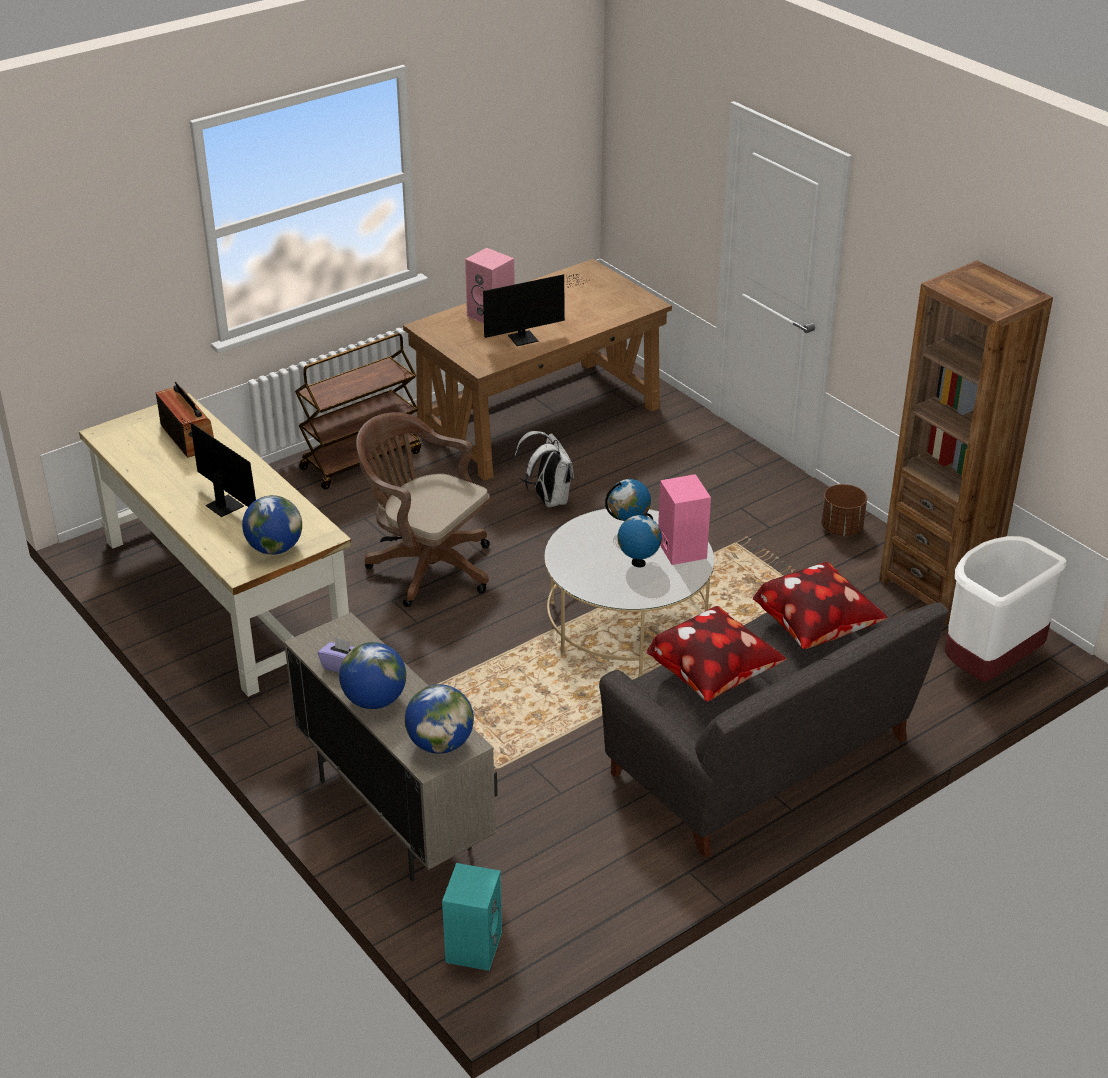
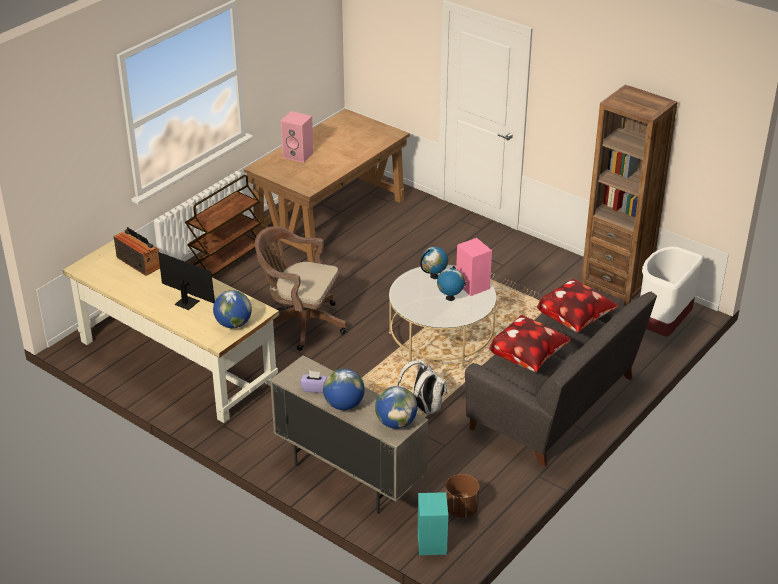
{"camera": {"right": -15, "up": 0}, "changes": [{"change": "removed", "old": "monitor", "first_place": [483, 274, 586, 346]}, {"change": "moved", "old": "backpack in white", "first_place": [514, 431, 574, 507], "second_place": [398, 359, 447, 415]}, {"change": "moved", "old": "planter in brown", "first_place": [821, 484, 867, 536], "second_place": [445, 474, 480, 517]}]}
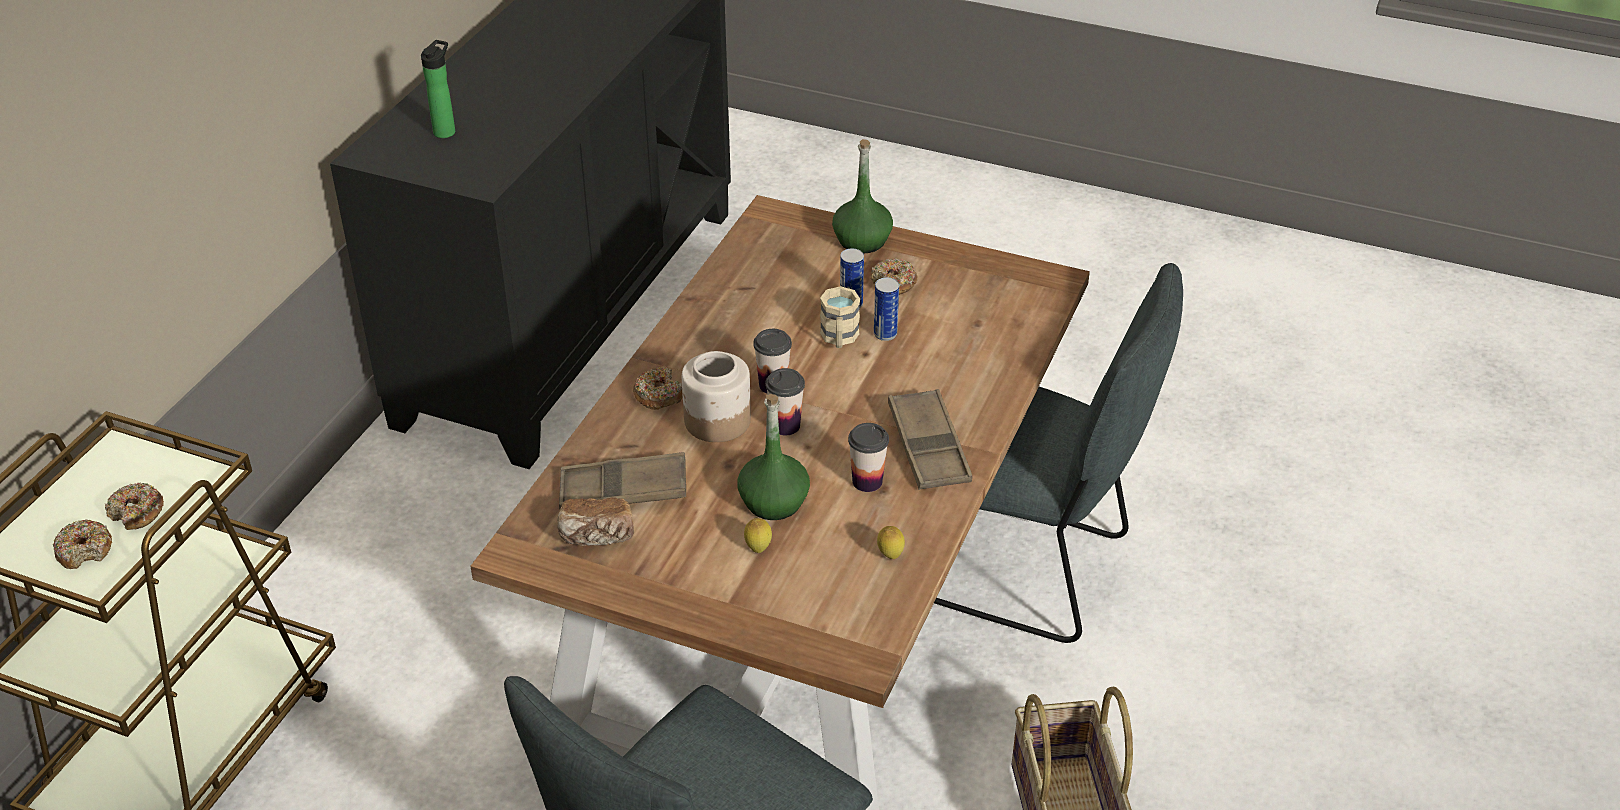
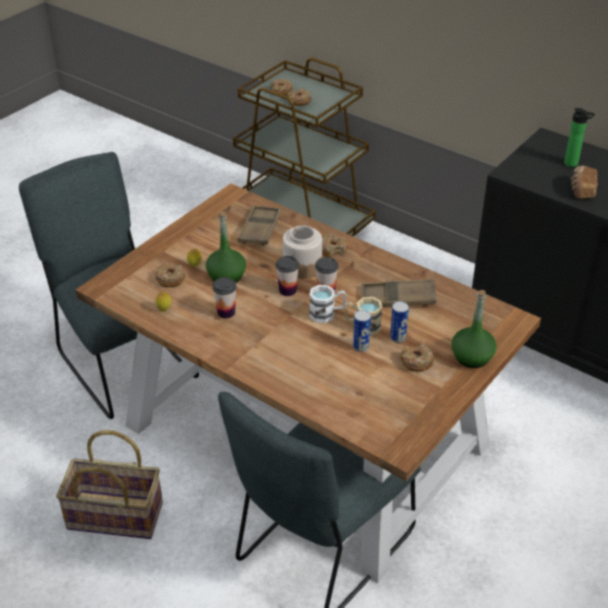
{"camera": {"right": 105, "up": 0}, "changes": [{"change": "added", "new": "donut", "second_place": [155, 263, 186, 287]}, {"change": "added", "new": "mug in white", "second_place": [309, 285, 346, 323]}, {"change": "moved", "old": "bread", "first_place": [557, 497, 634, 546], "second_place": [571, 166, 598, 199]}, {"change": "moved", "old": "tray in brown", "first_place": [888, 389, 972, 490], "second_place": [362, 279, 436, 307]}]}
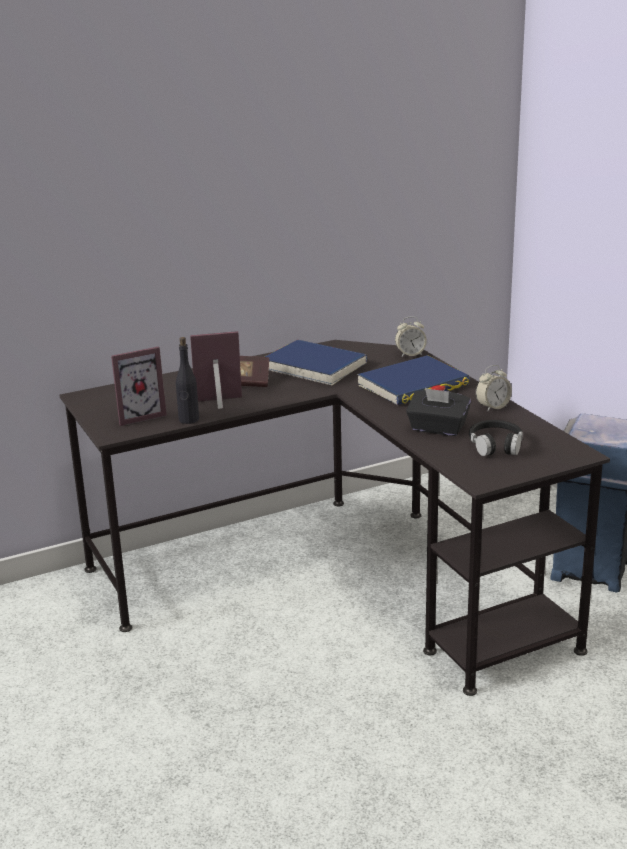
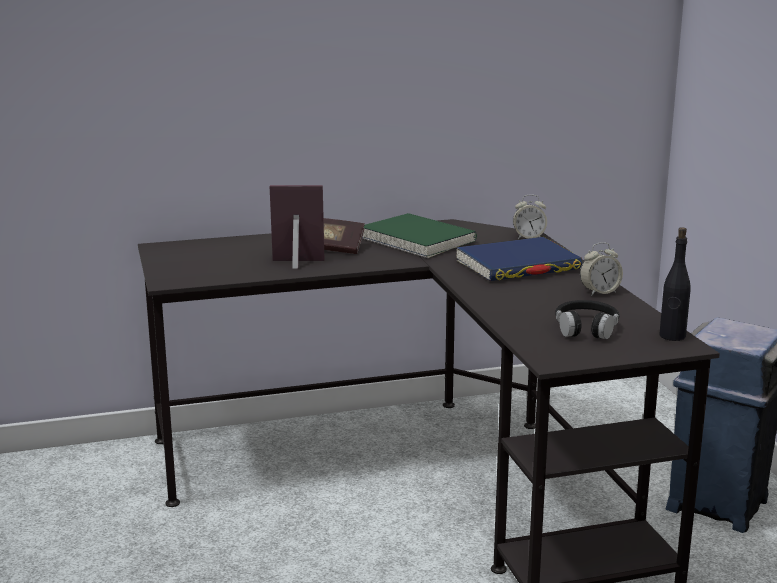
{"camera": {"right": 10, "up": -5}, "changes": [{"change": "removed", "old": "picture frame", "first_place": [111, 347, 167, 426]}, {"change": "removed", "old": "tissue box in black", "first_place": [406, 388, 471, 436]}, {"change": "moved", "old": "bottle in black", "first_place": [176, 337, 199, 424], "second_place": [659, 227, 691, 341]}, {"change": "recoloured", "old": "book in blue", "new": "book in green", "first_place": [265, 340, 367, 385], "second_place": [362, 213, 477, 258]}]}
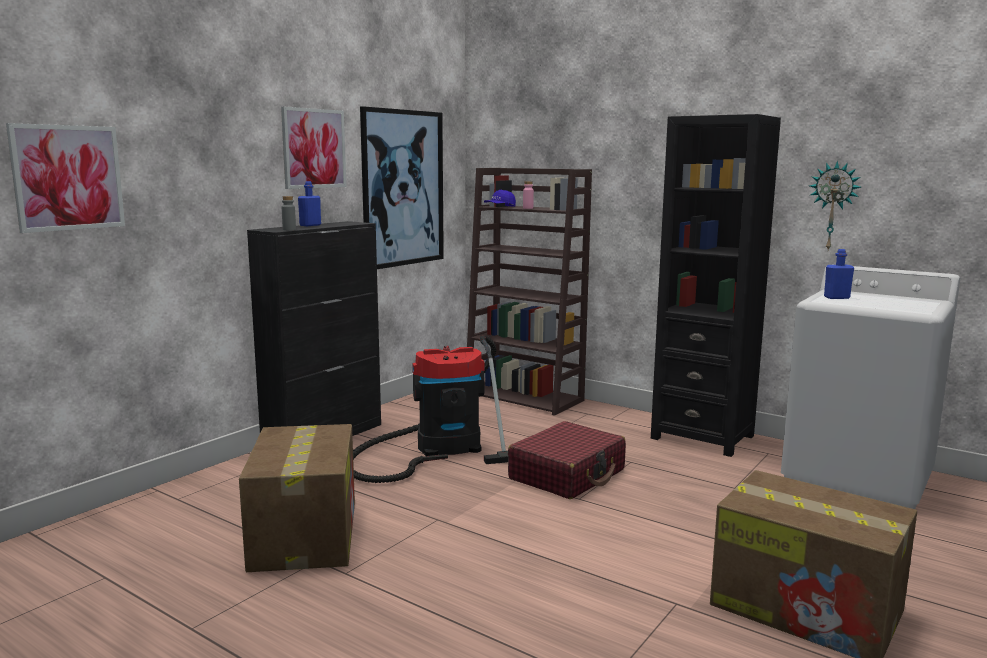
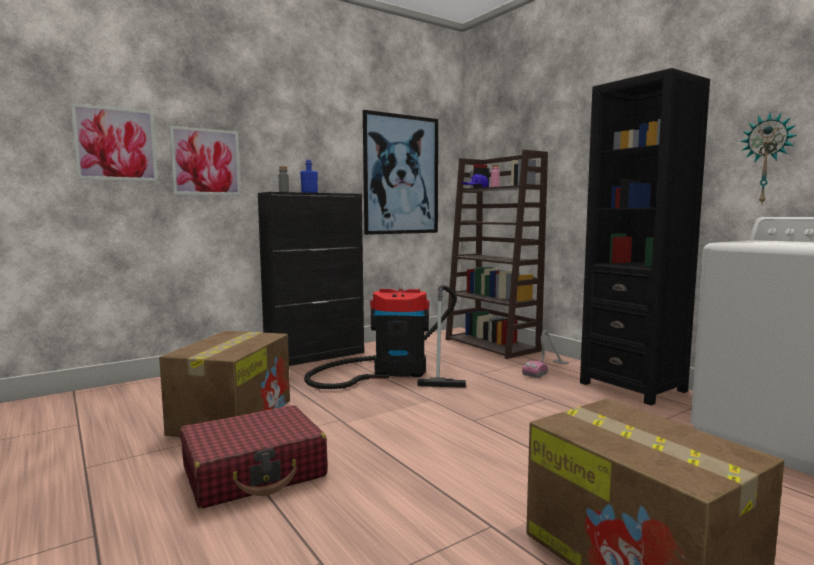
{"camera": {"right": 20, "up": -5}, "changes": [{"change": "removed", "old": "bottle in blue", "first_place": [824, 249, 854, 299]}, {"change": "added", "new": "vacuum cleaner", "second_place": [522, 330, 569, 378]}, {"change": "moved", "old": "picture", "first_place": [281, 106, 346, 189], "second_place": [169, 126, 241, 196]}, {"change": "moved", "old": "suitcase in red", "first_place": [508, 421, 626, 499], "second_place": [180, 405, 328, 509]}]}
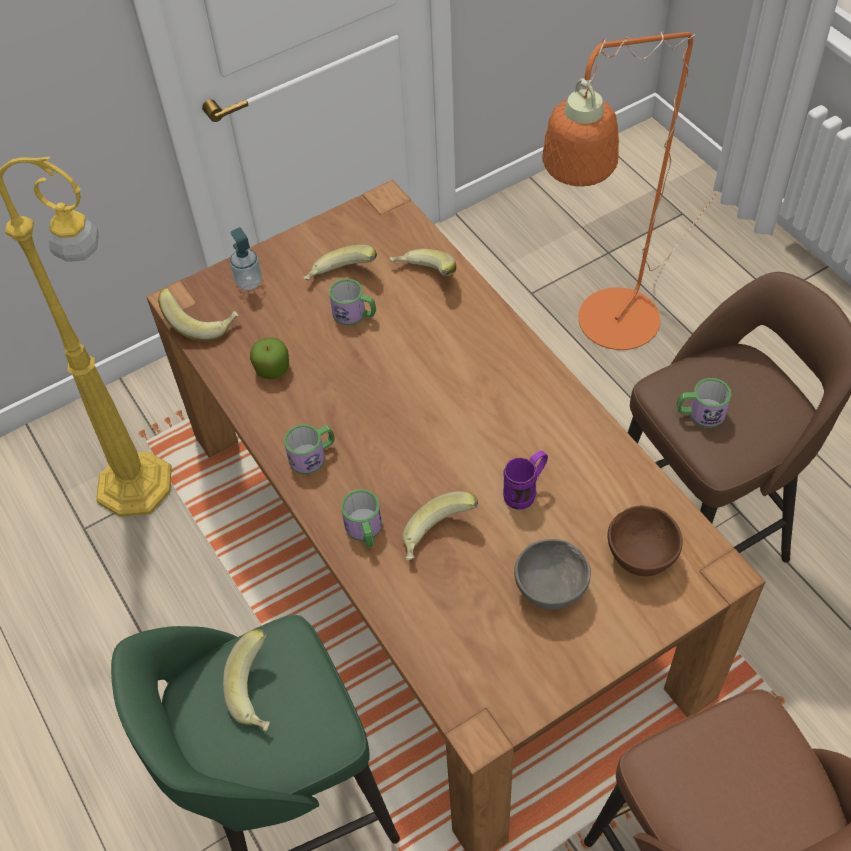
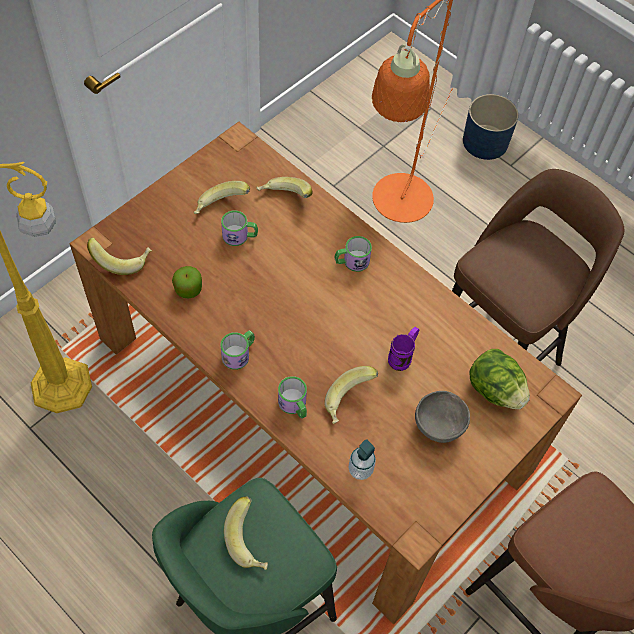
{"camera": {"right": -20, "up": 5}, "changes": [{"change": "added", "new": "planter in blue", "second_place": [463, 94, 519, 160]}, {"change": "moved", "old": "soap dispenser", "first_place": [230, 227, 262, 290], "second_place": [348, 439, 376, 480]}, {"change": "moved", "old": "mug", "first_place": [677, 378, 731, 428], "second_place": [335, 236, 372, 272]}, {"change": "replaced", "old": "bowl in brown", "new": "lettuce", "first_place": [608, 506, 683, 576], "second_place": [470, 349, 530, 409]}]}
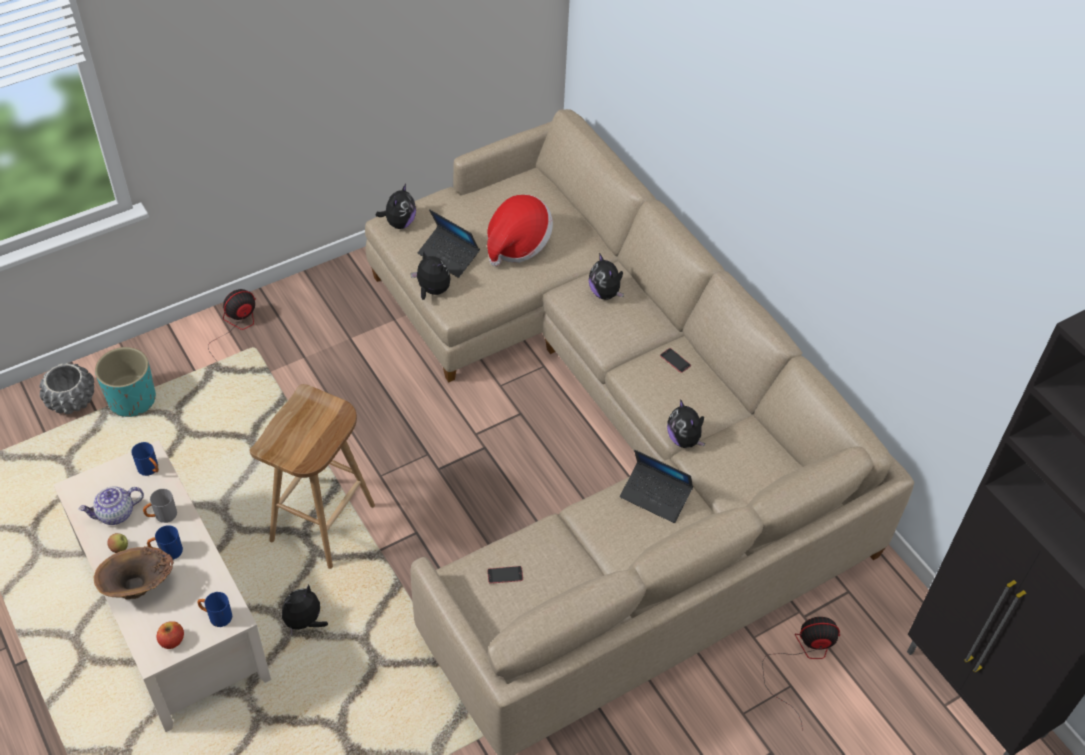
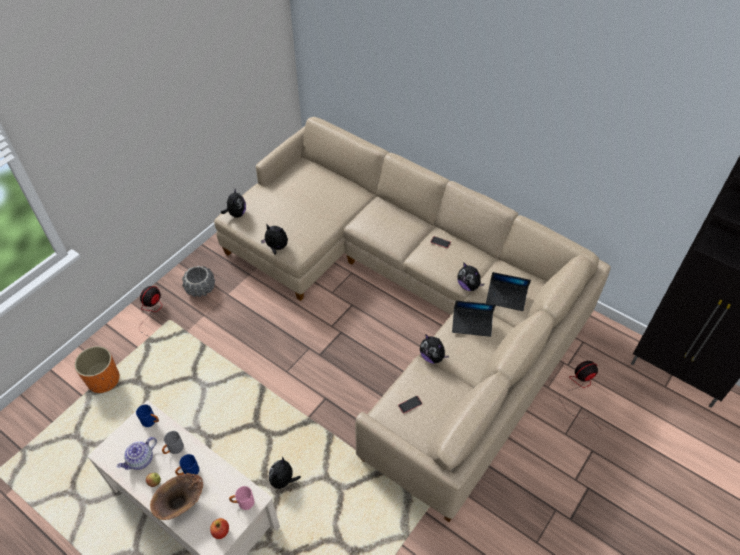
{"camera": {"right": -20, "up": 0}, "changes": [{"change": "removed", "old": "stool in brown", "first_place": [250, 384, 375, 569]}, {"change": "removed", "old": "hat", "first_place": [487, 195, 553, 266]}, {"change": "moved", "old": "planter in grey", "first_place": [39, 363, 94, 414], "second_place": [182, 266, 215, 297]}, {"change": "moved", "old": "laptop", "first_place": [418, 209, 480, 278], "second_place": [486, 272, 531, 311]}, {"change": "moved", "old": "plush toy", "first_place": [589, 253, 624, 300], "second_place": [420, 334, 449, 364]}, {"change": "recoloured", "old": "planter in turquoise", "new": "planter in orange", "first_place": [95, 347, 156, 417], "second_place": [74, 346, 120, 393]}, {"change": "recoloured", "old": "mug in blue", "new": "mug in pink", "first_place": [197, 592, 232, 627], "second_place": [229, 486, 254, 510]}]}
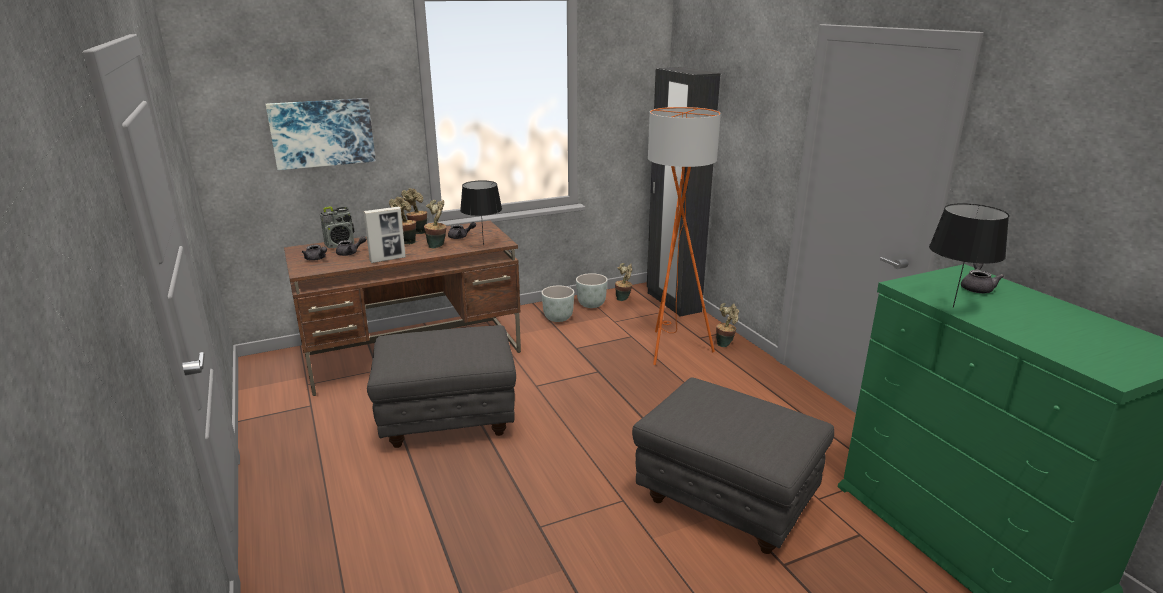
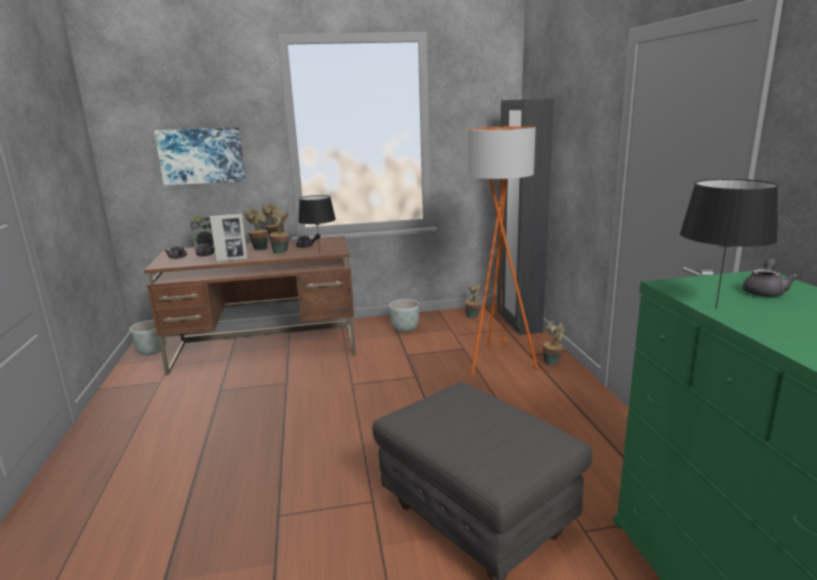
{"camera": {"right": 15, "up": -5}, "changes": [{"change": "removed", "old": "ottoman in grey", "first_place": [367, 325, 516, 448]}, {"change": "moved", "old": "planter in grey", "first_place": [576, 273, 607, 308], "second_place": [129, 320, 166, 355]}]}
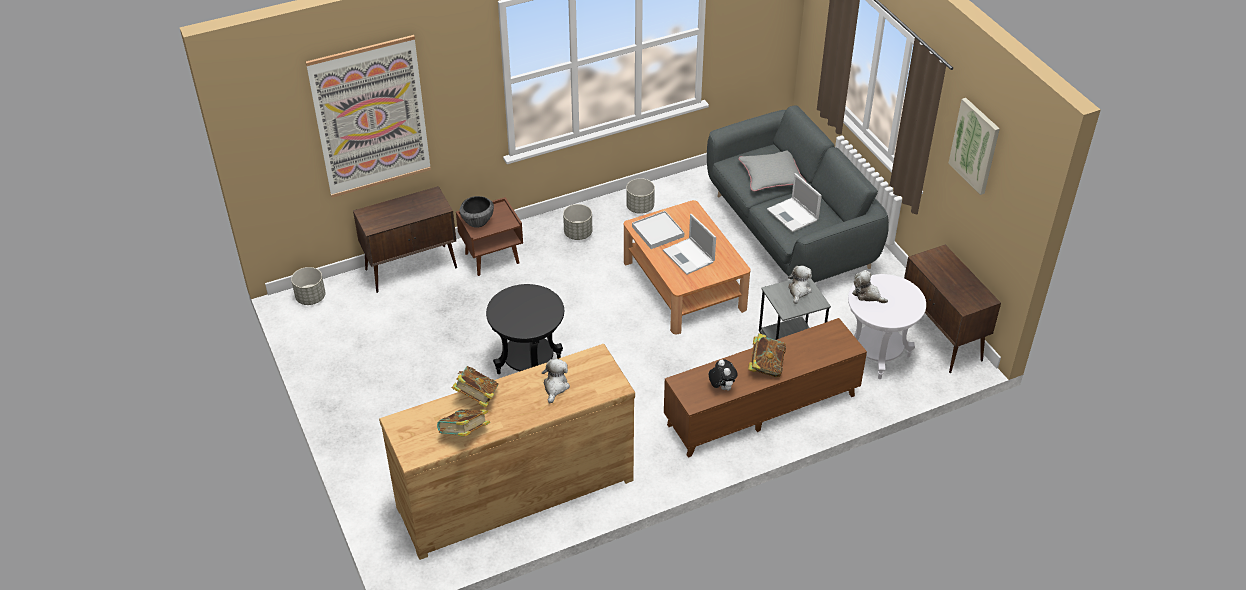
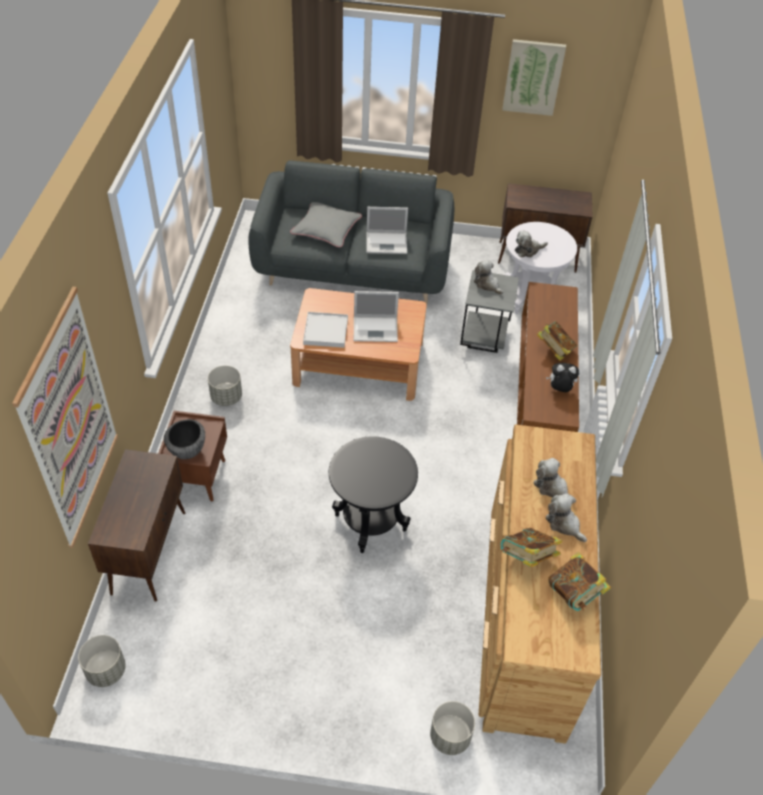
{"camera": {"right": -60, "up": 5}, "changes": [{"change": "added", "new": "plush toy", "second_place": [545, 493, 587, 542]}, {"change": "moved", "old": "planter in grey", "first_place": [626, 178, 655, 214], "second_place": [430, 701, 475, 755]}]}
